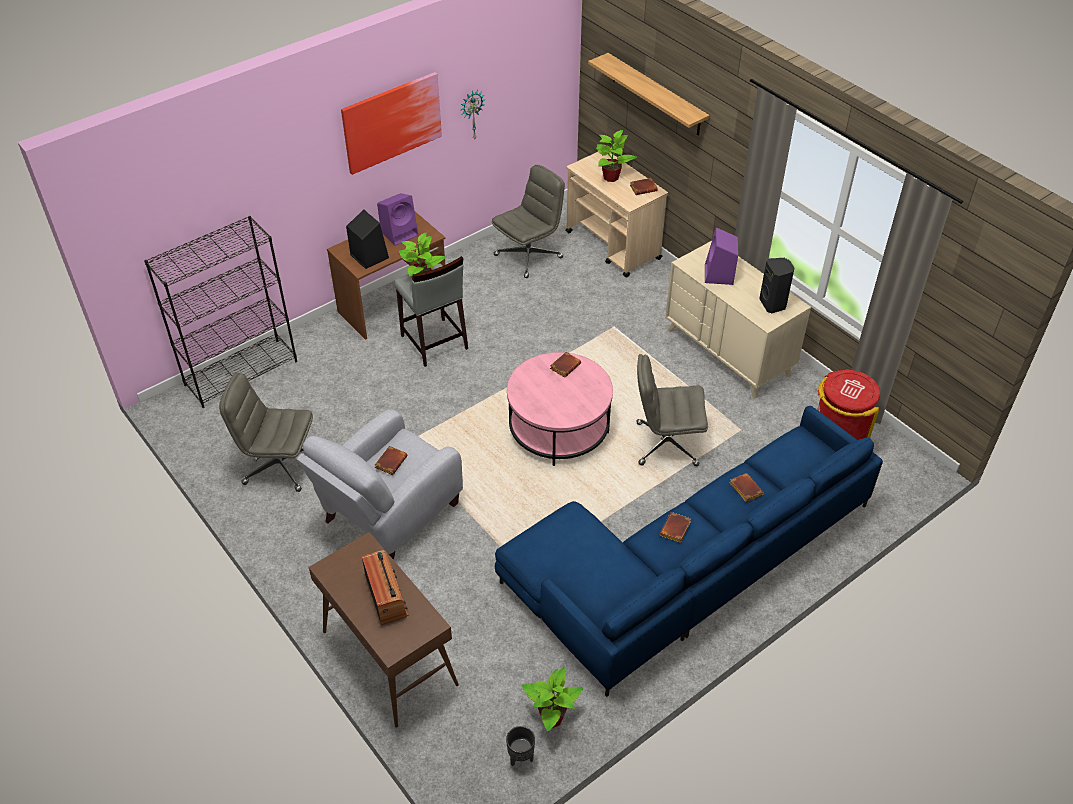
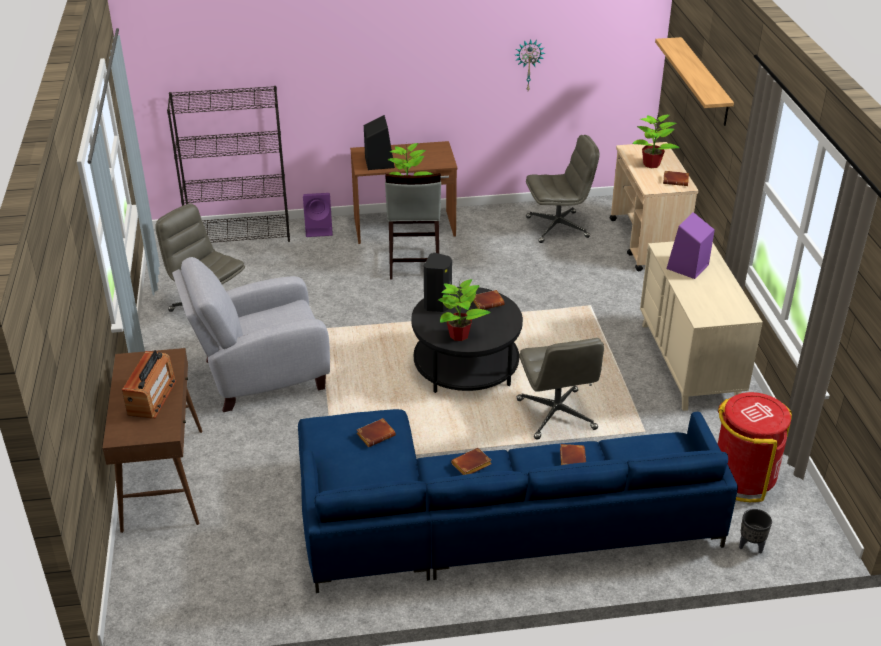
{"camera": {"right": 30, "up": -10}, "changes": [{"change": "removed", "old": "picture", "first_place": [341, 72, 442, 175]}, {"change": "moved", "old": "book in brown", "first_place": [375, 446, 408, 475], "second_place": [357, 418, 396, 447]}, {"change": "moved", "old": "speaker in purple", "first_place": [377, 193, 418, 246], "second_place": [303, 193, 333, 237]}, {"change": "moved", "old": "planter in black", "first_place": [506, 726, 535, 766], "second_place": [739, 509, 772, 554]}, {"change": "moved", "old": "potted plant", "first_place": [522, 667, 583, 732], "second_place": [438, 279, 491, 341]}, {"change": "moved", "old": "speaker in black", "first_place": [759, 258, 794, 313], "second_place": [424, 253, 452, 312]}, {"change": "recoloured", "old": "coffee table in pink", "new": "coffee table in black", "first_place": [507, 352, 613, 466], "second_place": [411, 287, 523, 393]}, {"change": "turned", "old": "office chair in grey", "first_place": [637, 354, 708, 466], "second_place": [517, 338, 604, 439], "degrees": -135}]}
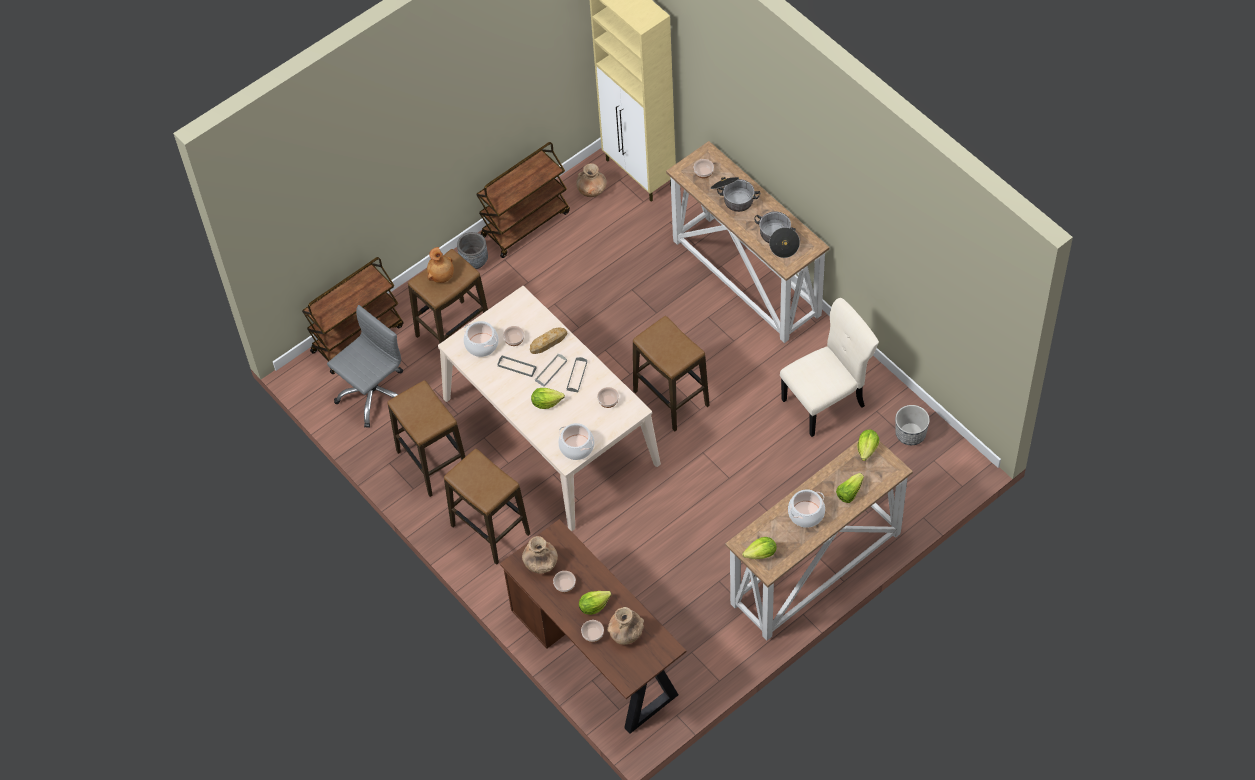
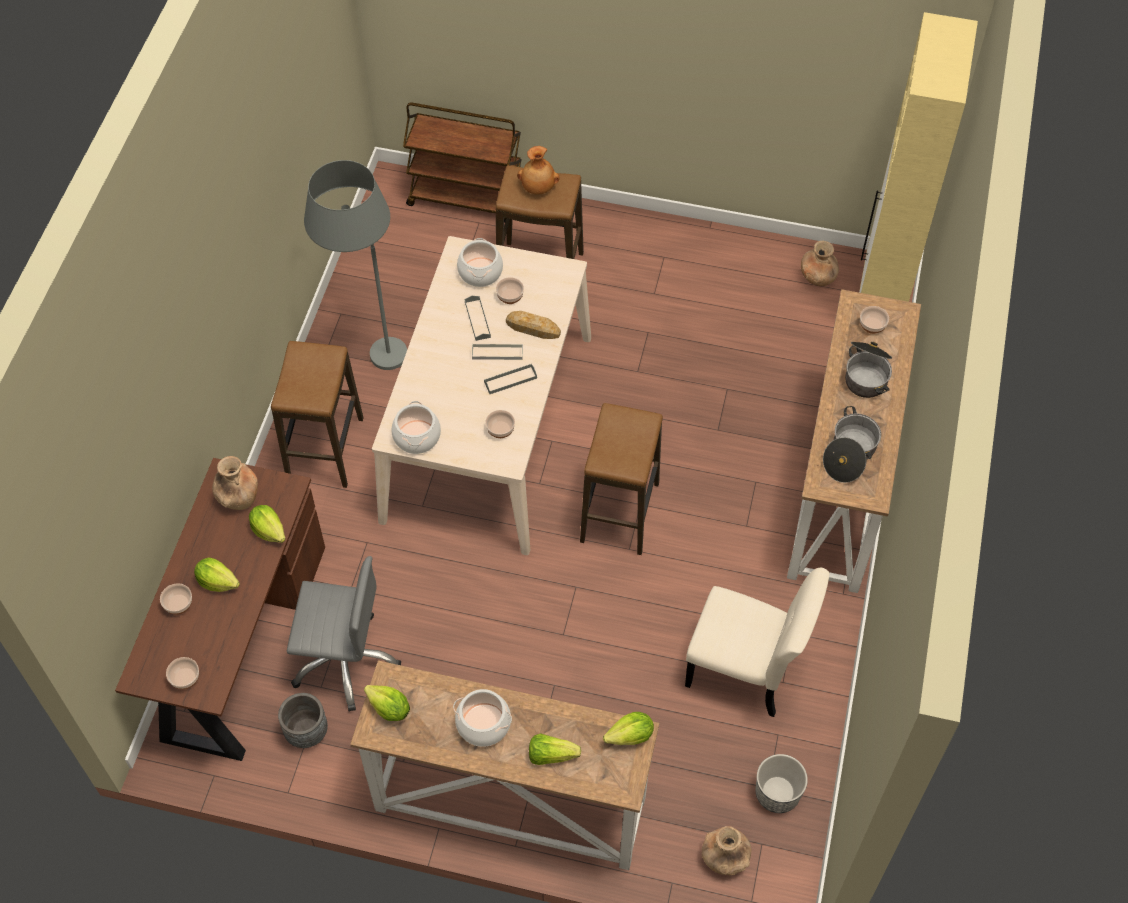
{"camera": {"right": 50, "up": 0}, "changes": [{"change": "removed", "old": "cart in brown", "first_place": [476, 142, 570, 258]}, {"change": "moved", "old": "office chair in grey", "first_place": [327, 305, 403, 428], "second_place": [287, 556, 401, 711]}, {"change": "moved", "old": "planter in grey", "first_place": [457, 232, 488, 269], "second_place": [278, 693, 328, 748]}, {"change": "moved", "old": "lettuce", "first_place": [531, 388, 565, 409], "second_place": [249, 505, 285, 543]}, {"change": "moved", "old": "bowl", "first_place": [553, 571, 576, 593], "second_place": [166, 657, 199, 689]}, {"change": "moved", "old": "vase in brown", "first_place": [607, 607, 644, 645], "second_place": [702, 826, 751, 875]}, {"change": "replaced", "old": "stool", "new": "floor lamp in grey", "first_place": [387, 380, 465, 497], "second_place": [304, 160, 407, 370]}]}
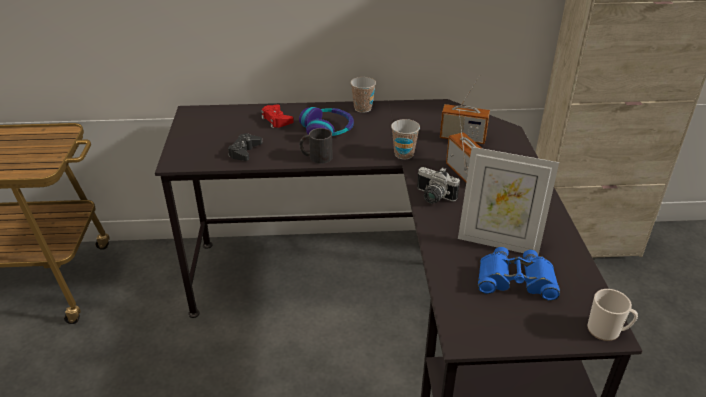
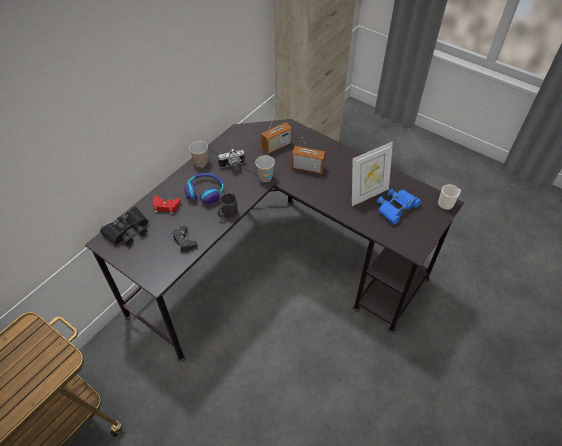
{"camera": {"right": -50, "up": 15}, "changes": [{"change": "added", "new": "binoculars in black", "second_place": [100, 207, 148, 246]}, {"change": "moved", "old": "photo camera", "first_place": [417, 167, 460, 204], "second_place": [218, 149, 245, 172]}]}
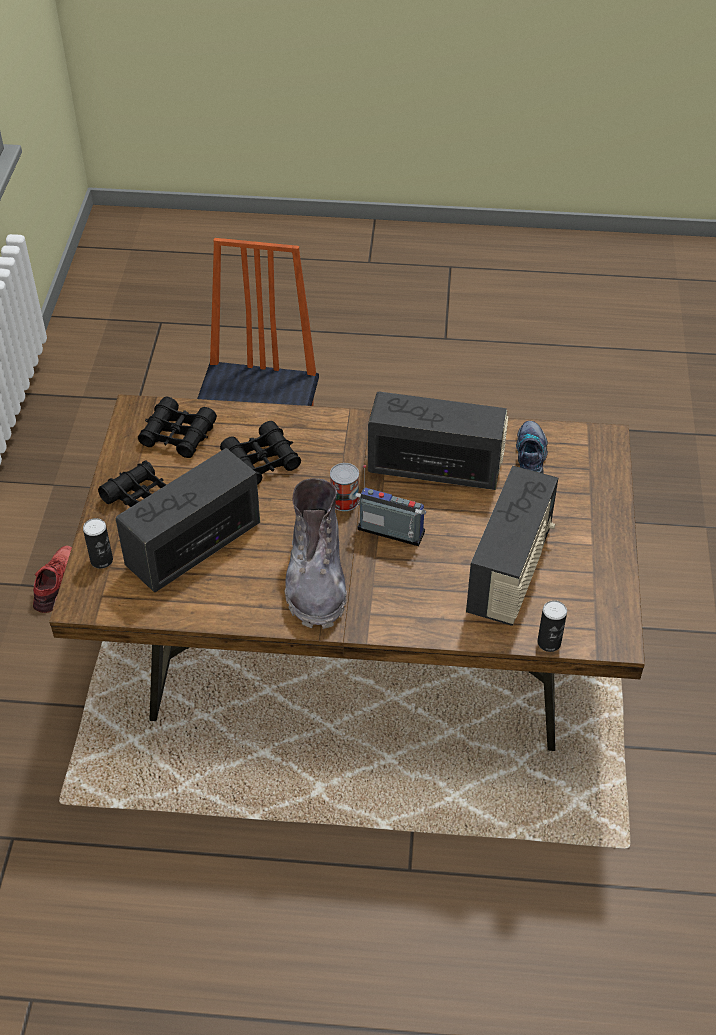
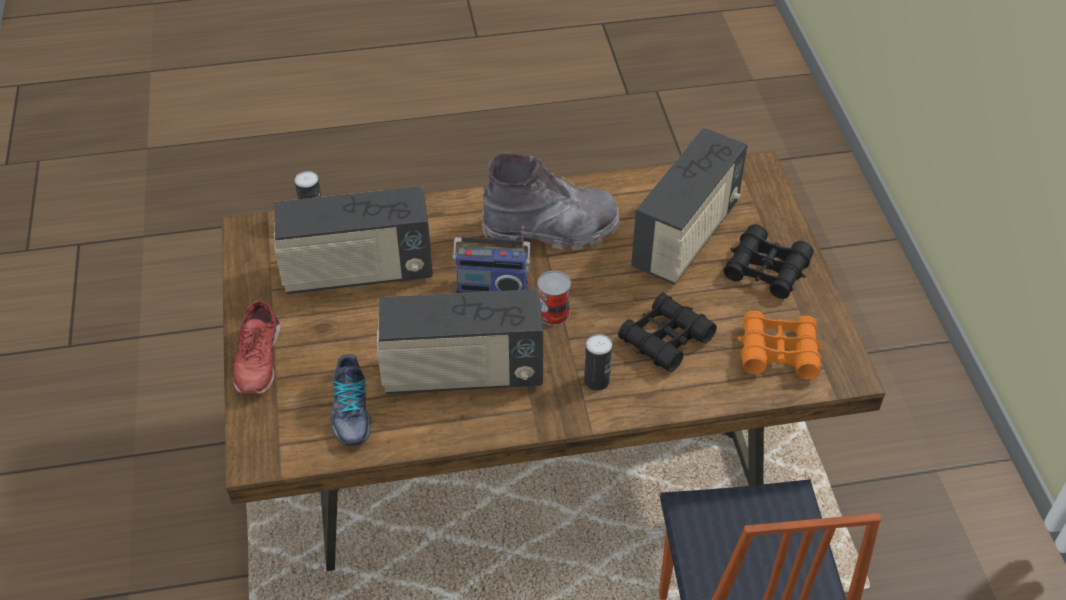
{"camera": {"right": 165, "up": 0}, "changes": [{"change": "moved", "old": "shoe in red", "first_place": [33, 545, 72, 613], "second_place": [233, 301, 281, 394]}, {"change": "moved", "old": "can", "first_place": [83, 518, 113, 569], "second_place": [584, 334, 612, 391]}, {"change": "recoloured", "old": "binoculars in black", "new": "binoculars in orange", "first_place": [138, 396, 217, 458], "second_place": [738, 311, 824, 380]}, {"change": "turned", "old": "boot in grey", "first_place": [284, 478, 347, 629], "second_place": [482, 153, 619, 251], "degrees": 105}, {"change": "turned", "old": "radio", "first_place": [466, 466, 558, 626], "second_place": [274, 186, 433, 294], "degrees": -105}]}
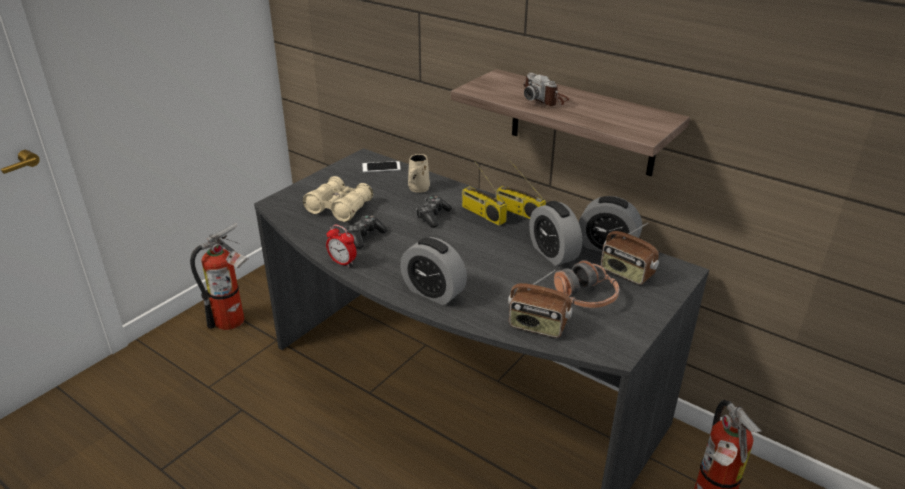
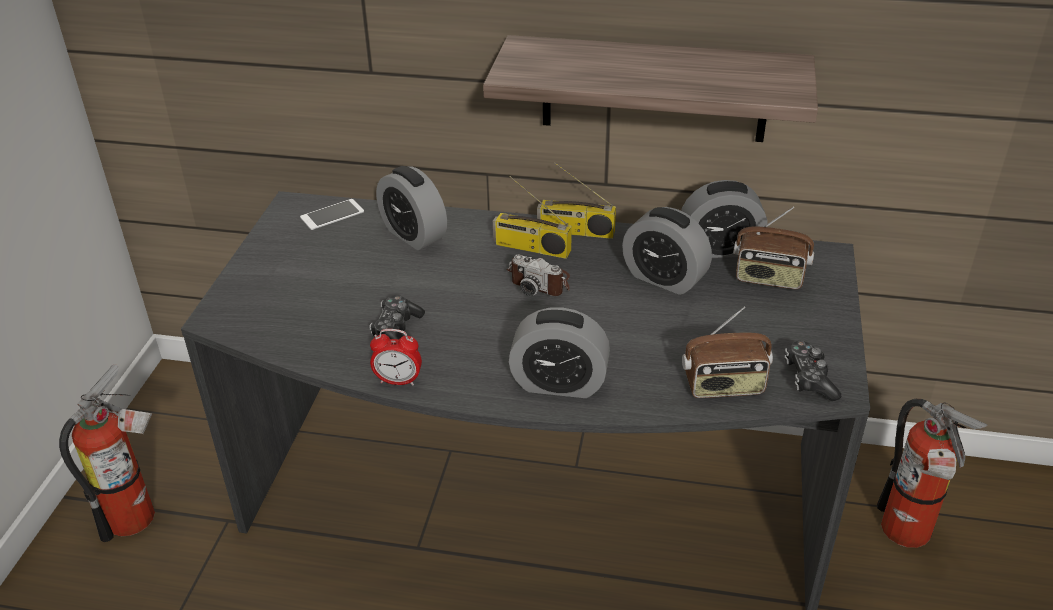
{"camera": {"right": -25, "up": 5}, "changes": [{"change": "removed", "old": "binoculars in beige", "first_place": [303, 176, 373, 222]}, {"change": "removed", "old": "headphones", "first_place": [554, 260, 619, 308]}, {"change": "moved", "old": "game controller", "first_place": [416, 195, 452, 228], "second_place": [785, 341, 841, 401]}, {"change": "moved", "old": "photo camera", "first_place": [524, 73, 569, 106], "second_place": [506, 255, 570, 296]}, {"change": "replaced", "old": "mug in beige", "new": "alarm clock", "first_place": [408, 154, 430, 193], "second_place": [376, 166, 447, 250]}]}
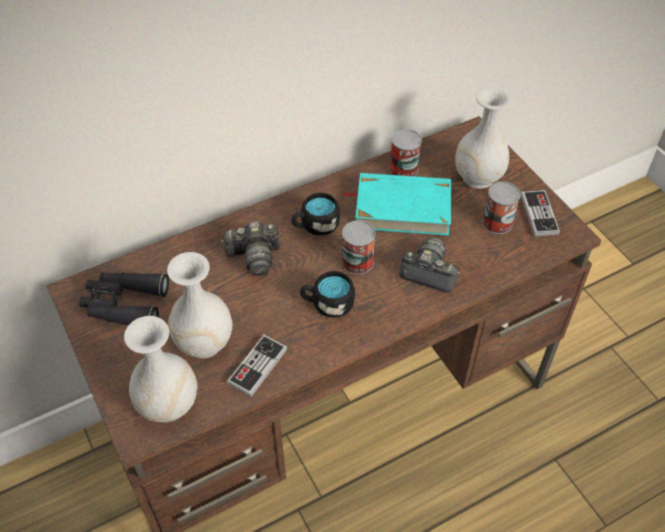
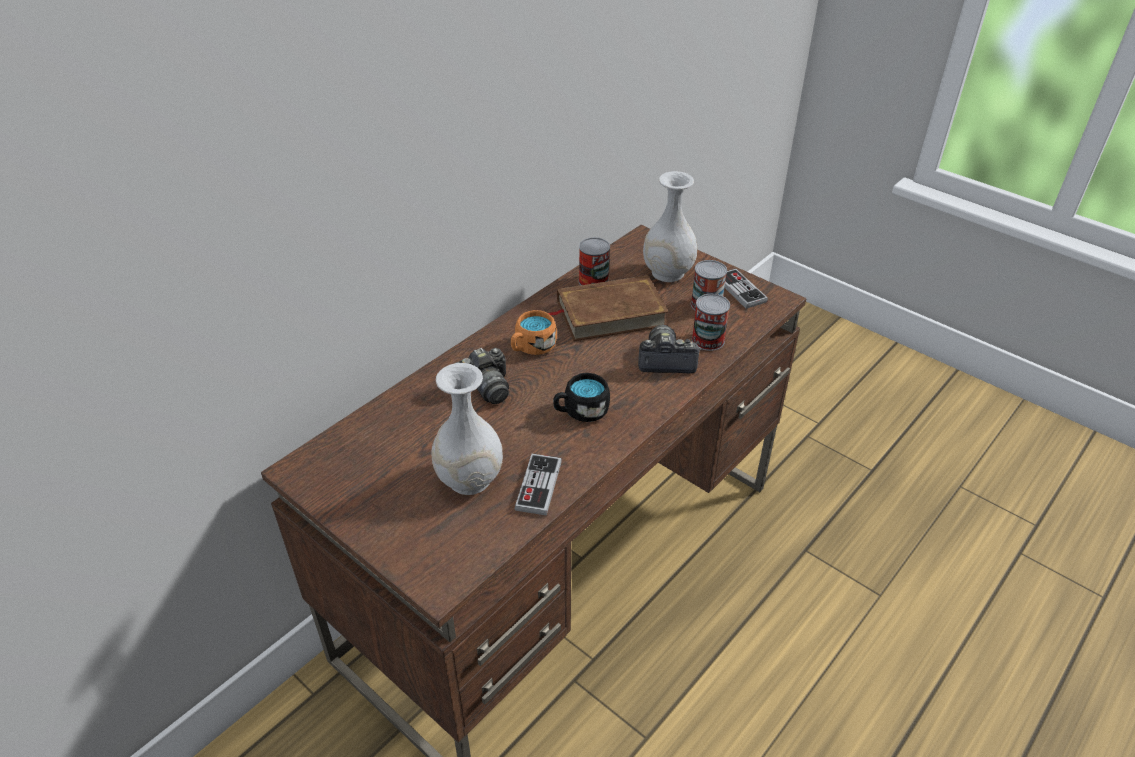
{"camera": {"right": -20, "up": -10}, "changes": [{"change": "removed", "old": "binoculars in black", "first_place": [79, 272, 169, 325]}, {"change": "removed", "old": "vase in white", "first_place": [124, 316, 197, 422]}, {"change": "moved", "old": "can", "first_place": [342, 220, 376, 274], "second_place": [692, 294, 730, 351]}, {"change": "recoloured", "old": "mug in black", "new": "mug in orange", "first_place": [292, 192, 340, 236], "second_place": [511, 310, 557, 355]}, {"change": "recoloured", "old": "book in turquoise", "new": "book in brown", "first_place": [342, 173, 451, 235], "second_place": [549, 275, 669, 341]}]}
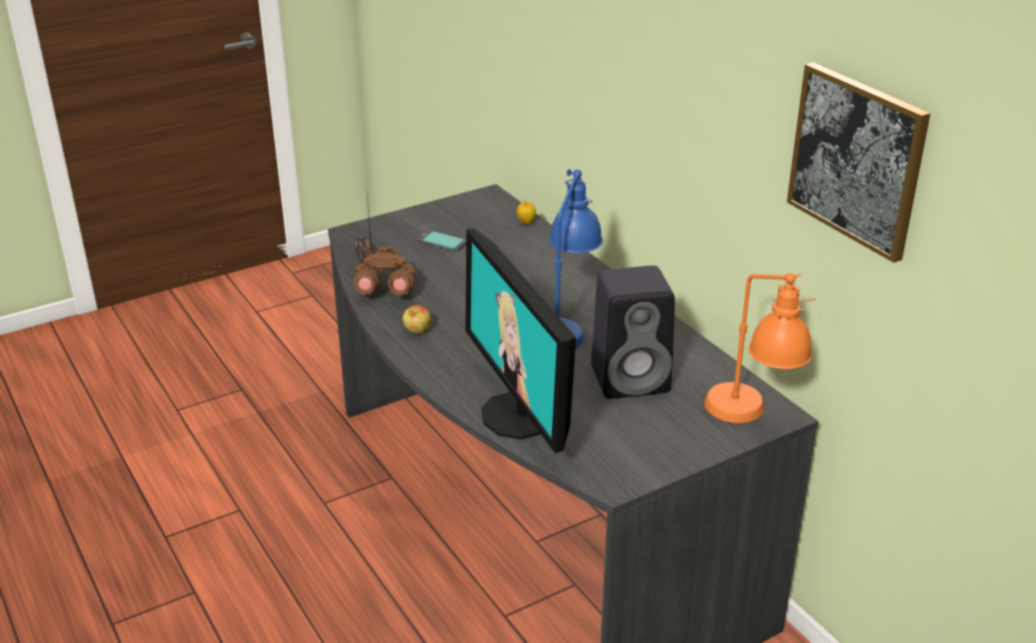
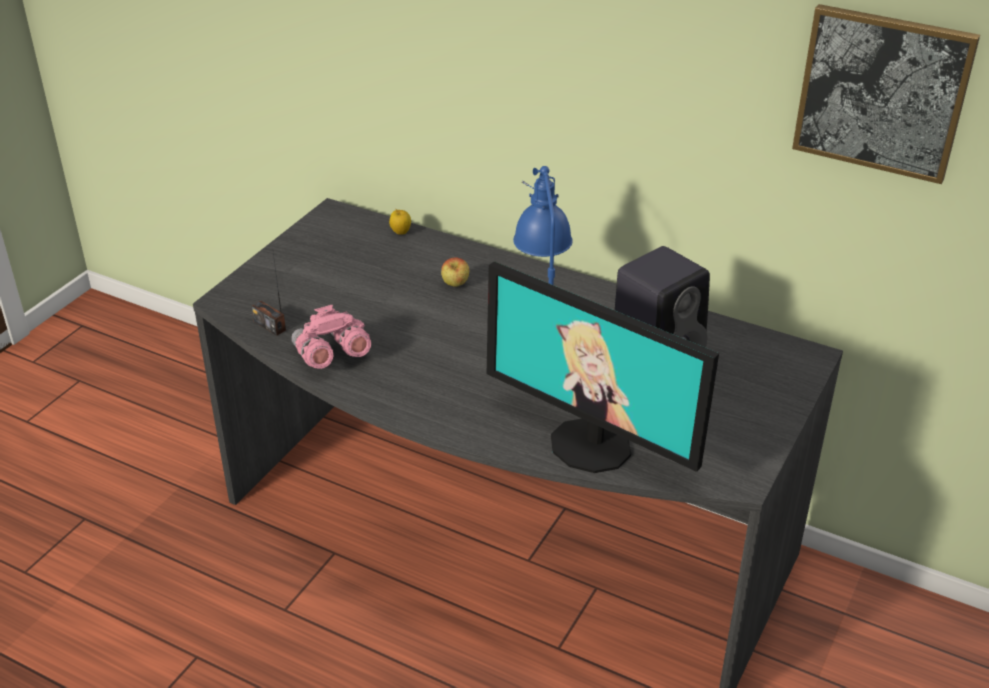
{"camera": {"right": -30, "up": 5}, "changes": [{"change": "removed", "old": "phone", "first_place": [417, 230, 466, 252]}, {"change": "removed", "old": "table lamp in orange", "first_place": [704, 273, 816, 423]}, {"change": "moved", "old": "apple", "first_place": [403, 305, 431, 333], "second_place": [441, 257, 470, 287]}, {"change": "recoloured", "old": "binoculars in brown", "new": "binoculars in pink", "first_place": [353, 247, 416, 296], "second_place": [291, 305, 371, 369]}]}
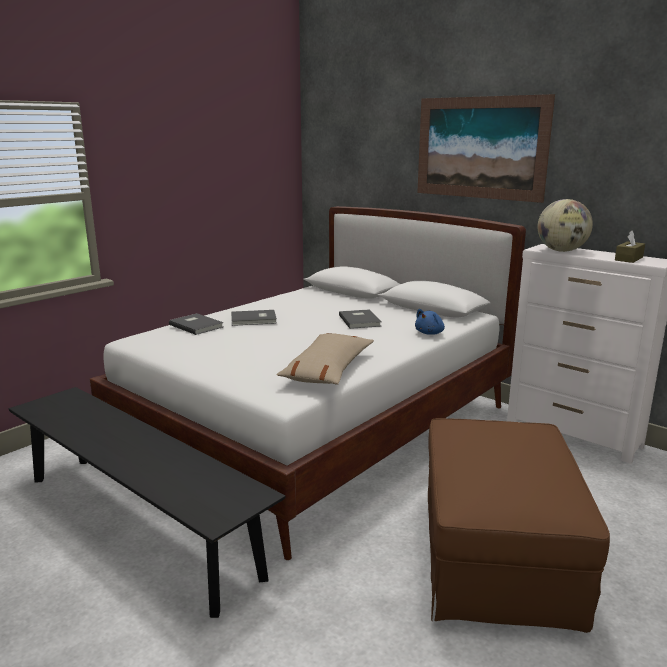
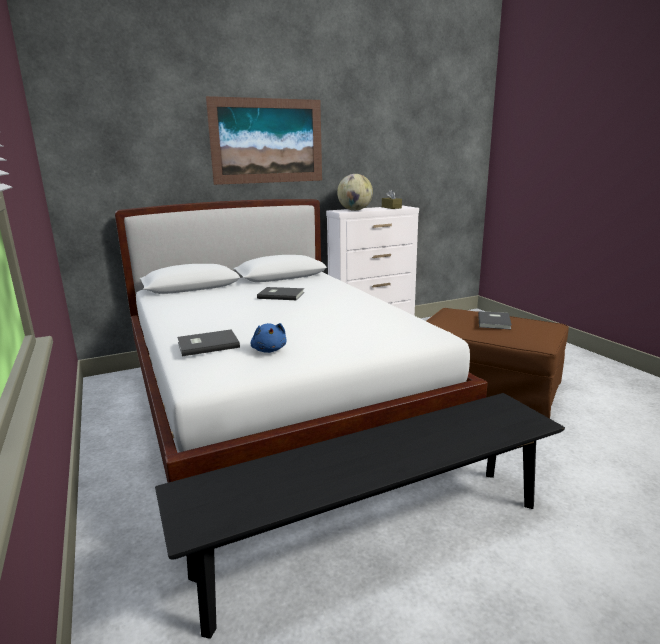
{"camera": {"right": -65, "up": 0}, "changes": [{"change": "removed", "old": "pillow in beige", "first_place": [276, 333, 374, 385]}, {"change": "moved", "old": "book in grey", "first_place": [231, 310, 277, 326], "second_place": [478, 311, 512, 330]}, {"change": "moved", "old": "plush toy in blue", "first_place": [415, 309, 445, 335], "second_place": [250, 323, 286, 353]}]}
